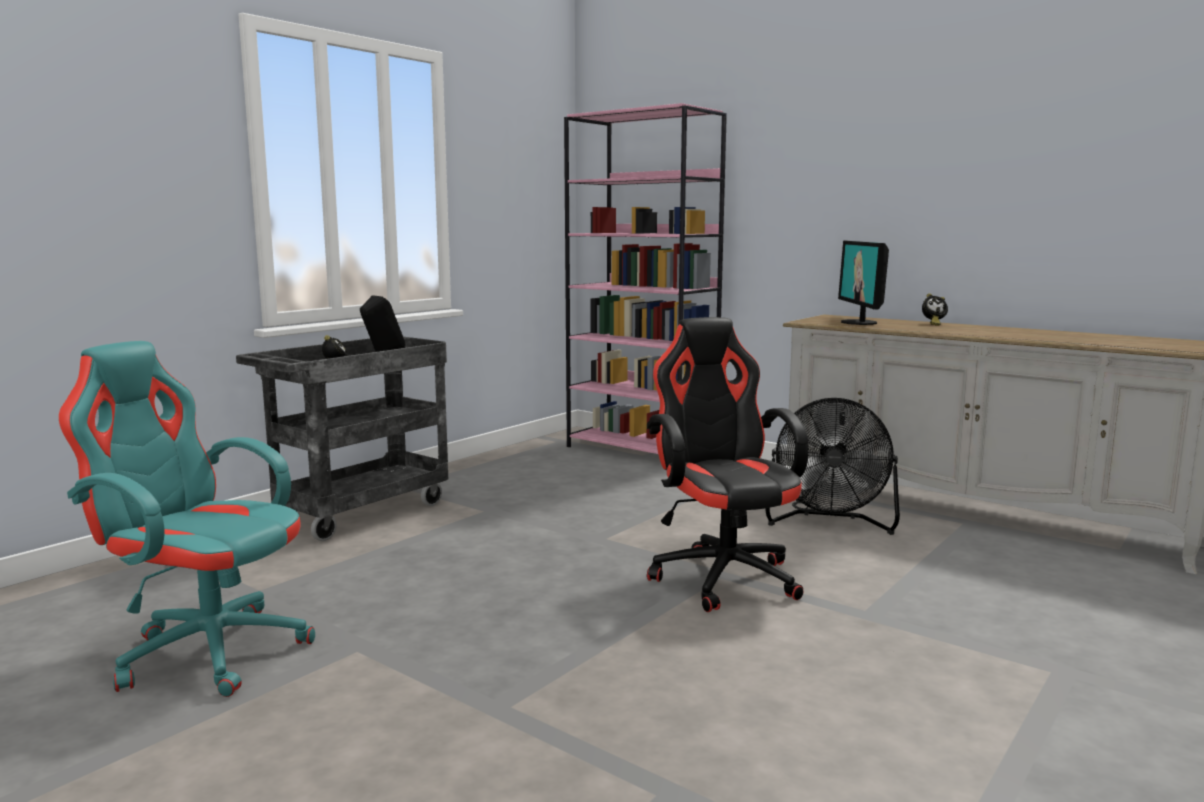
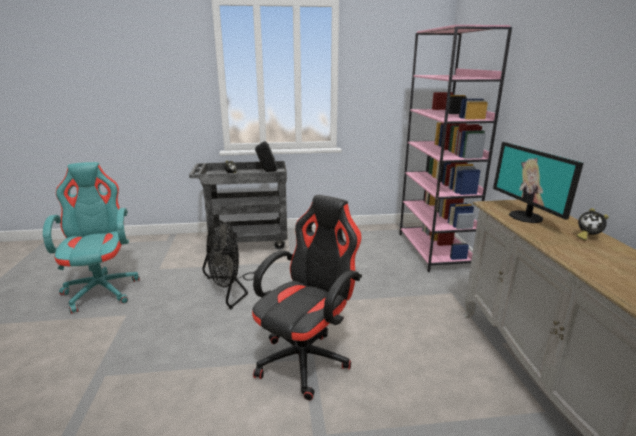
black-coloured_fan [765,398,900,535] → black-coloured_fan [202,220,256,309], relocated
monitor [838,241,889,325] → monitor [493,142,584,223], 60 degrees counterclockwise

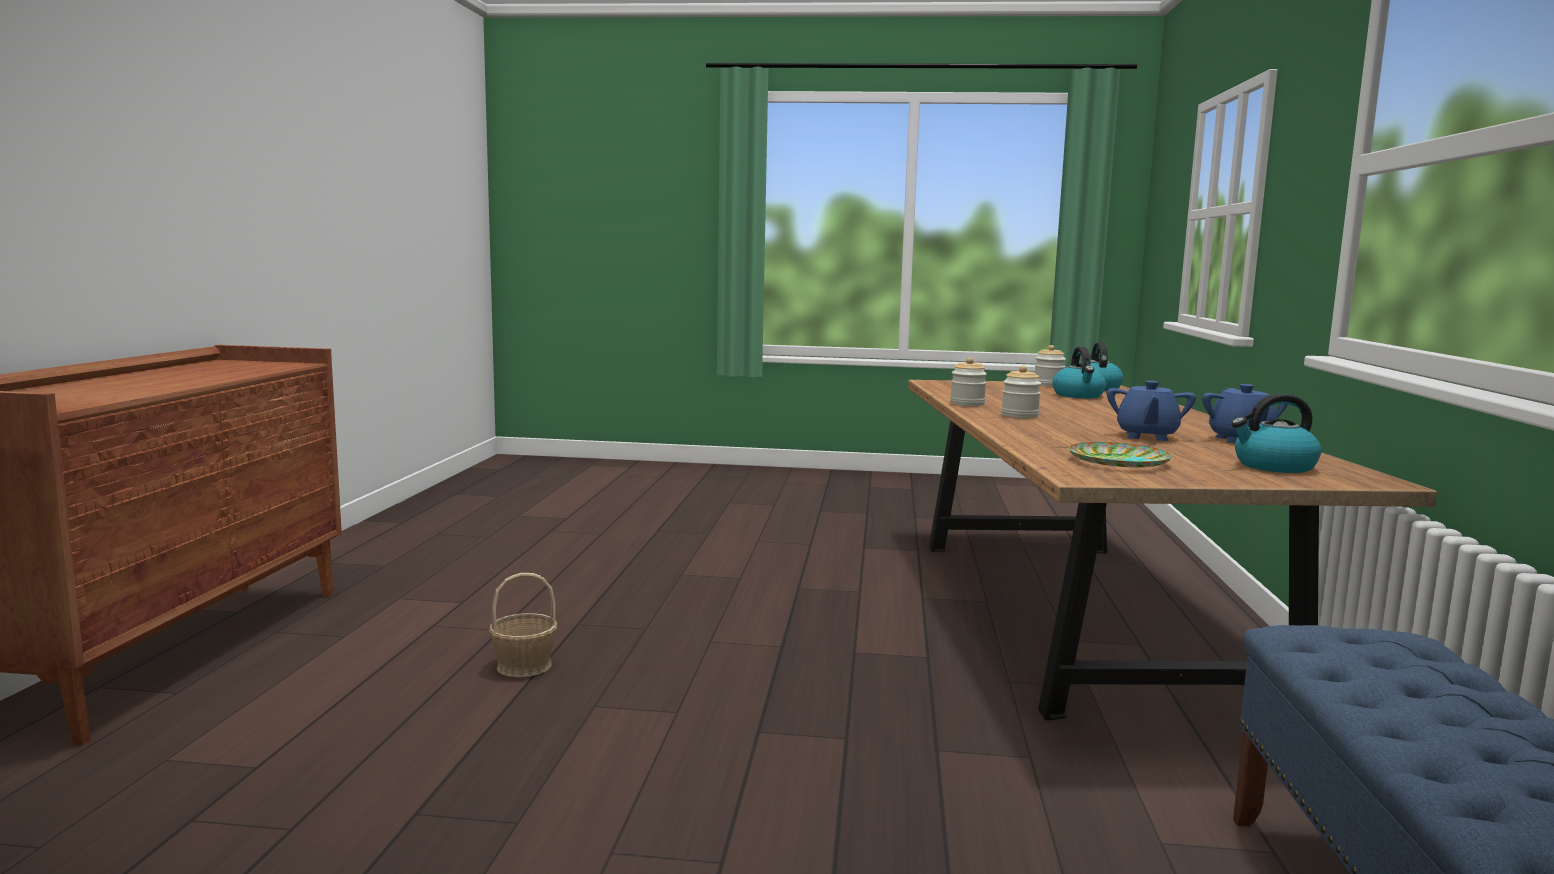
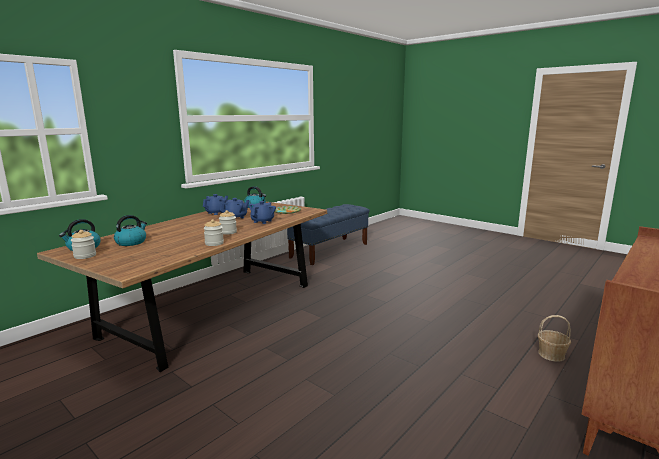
- → blue_pot_for_tea [249,201,276,224]
basket [489,573,557,677] → basket [538,315,571,362], relocated

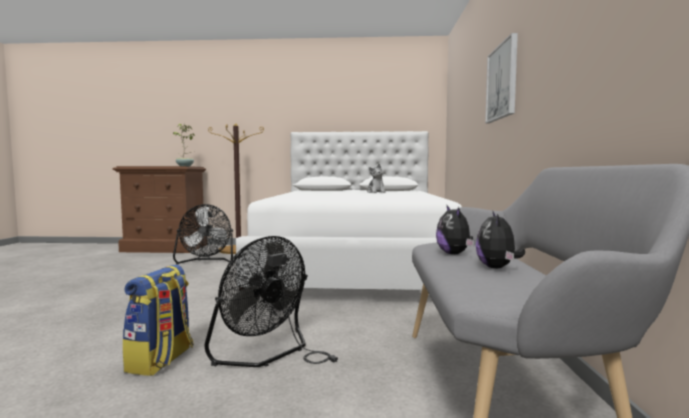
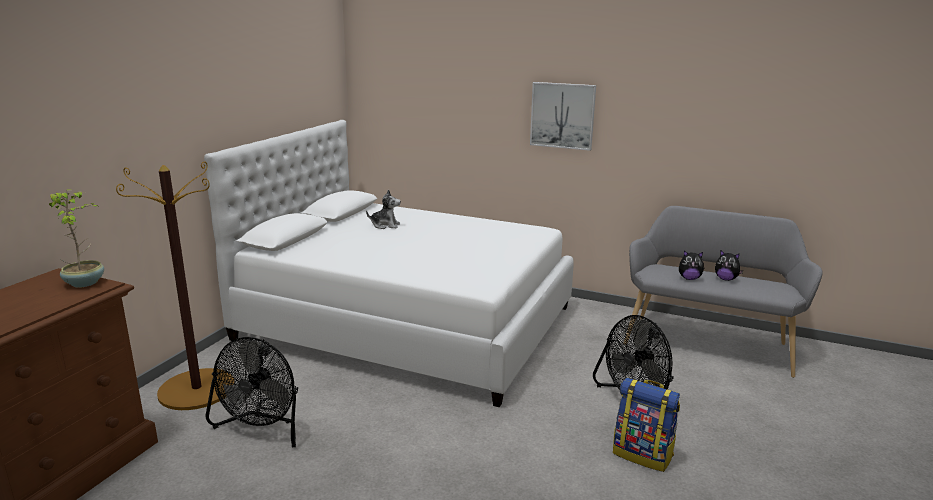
black-coloured_fan [173,204,233,265] → black-coloured_fan [205,337,298,447], 90 degrees clockwise

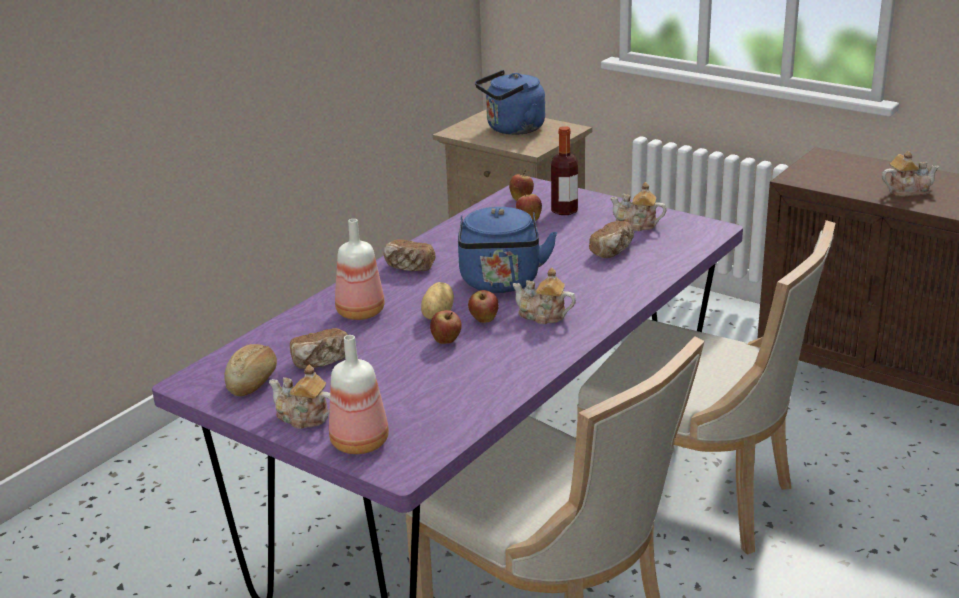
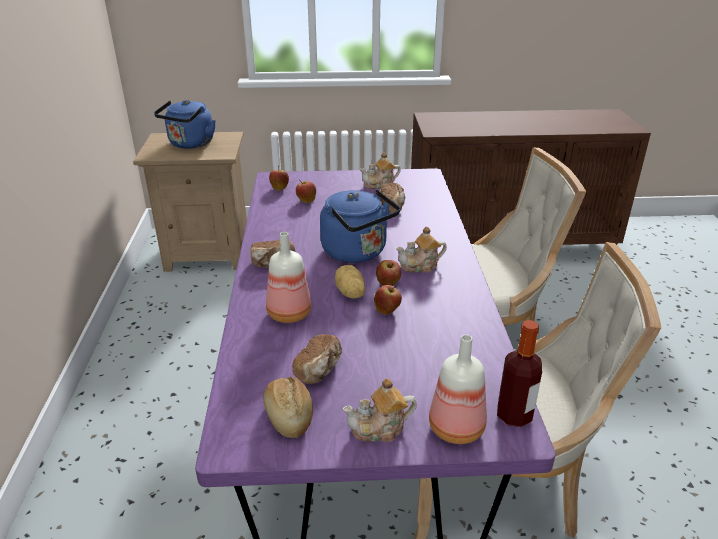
pot_for_tea [882,151,939,196] → -
drink_bottle [551,126,578,215] → drink_bottle [497,320,542,427], relocated

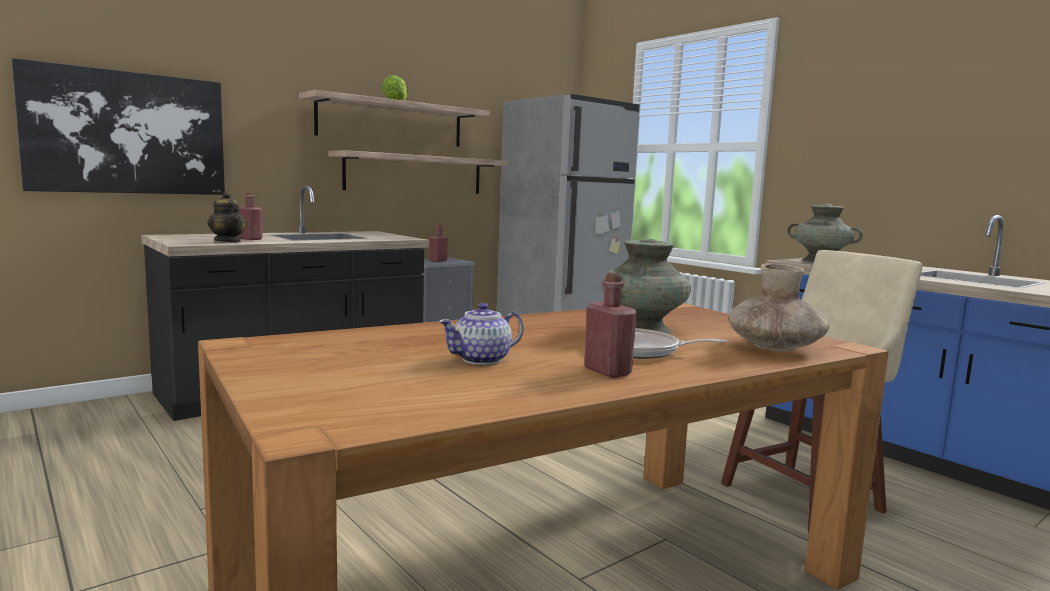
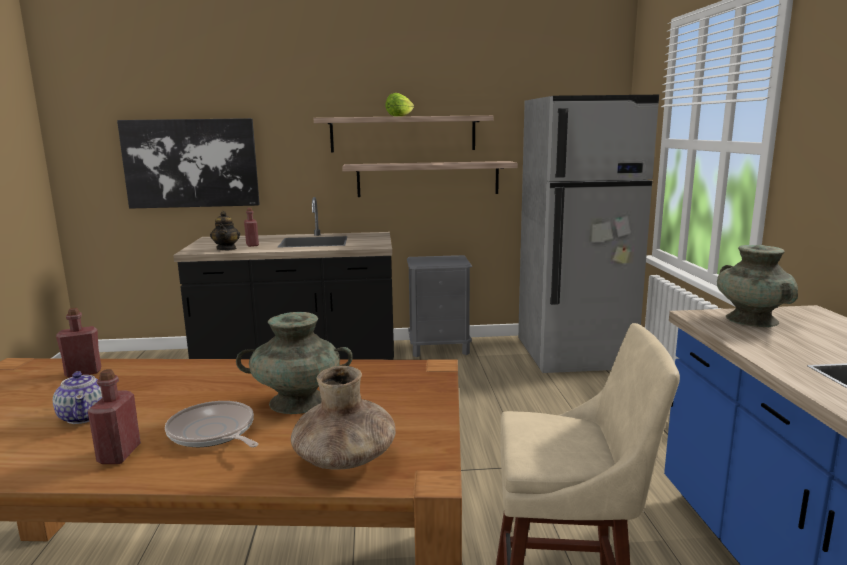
reddish_drink_bottle [429,224,448,262] → reddish_drink_bottle [56,308,101,378], relocated
pot_for_tea [438,303,524,365] → pot_for_tea [53,371,102,424], 120 degrees counterclockwise

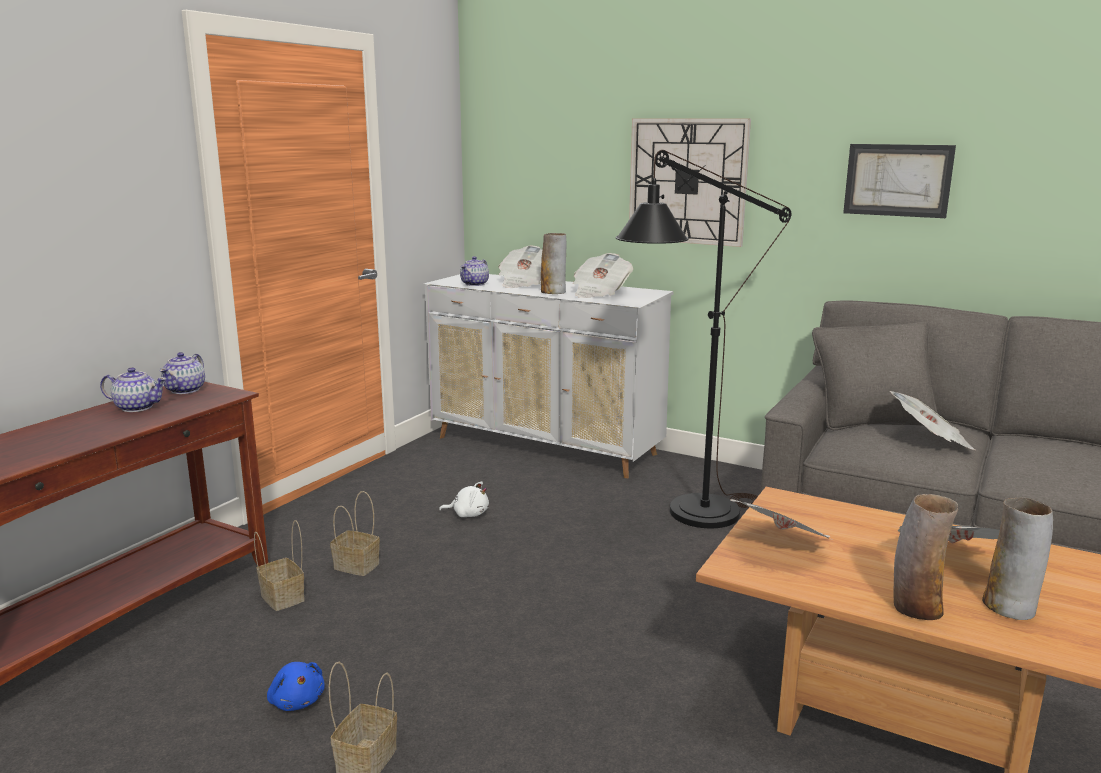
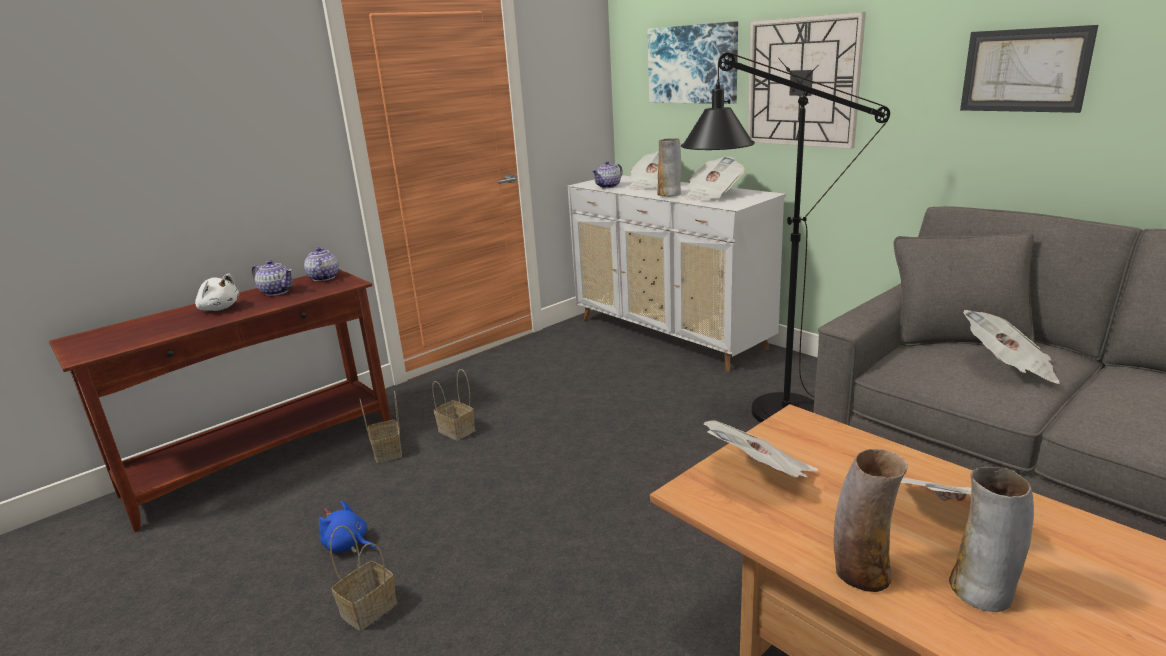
- → wall_art [647,21,738,104]
white_plush_toy [439,482,489,517] → white_plush_toy [195,274,239,311], relocated
pot_for_tea [159,352,205,394] → pot_for_tea [304,247,339,281], 135 degrees clockwise
blue_plush_toy [267,662,325,711] → blue_plush_toy [319,501,376,553], 135 degrees clockwise

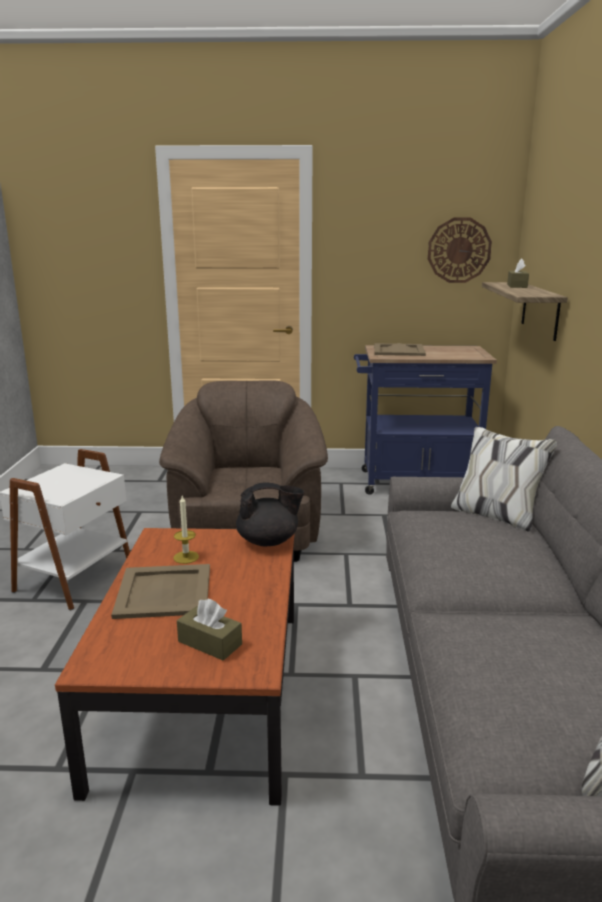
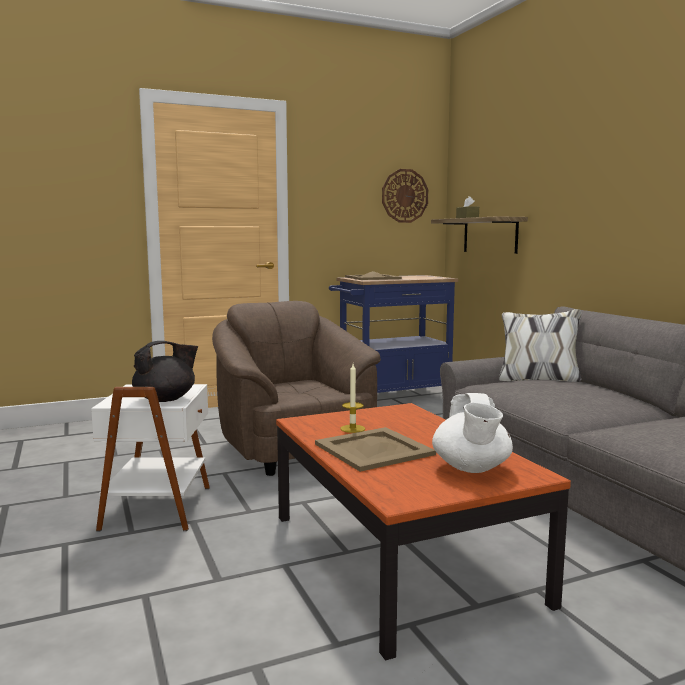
black-coloured_pot_for_tea [236,482,304,546] → black-coloured_pot_for_tea [132,341,198,402], relocated
brown-coloured_box_of_tissues [177,599,242,661] → white_pot_for_tea [432,393,513,473]

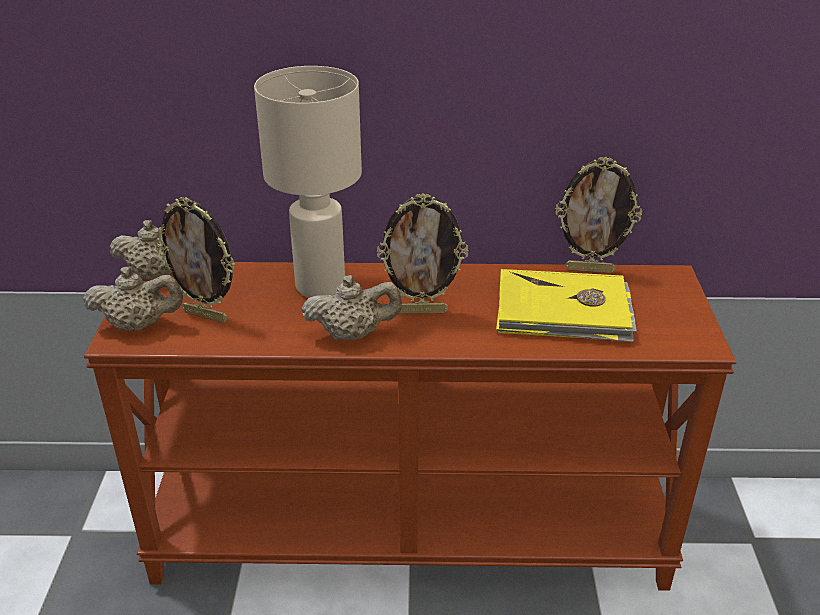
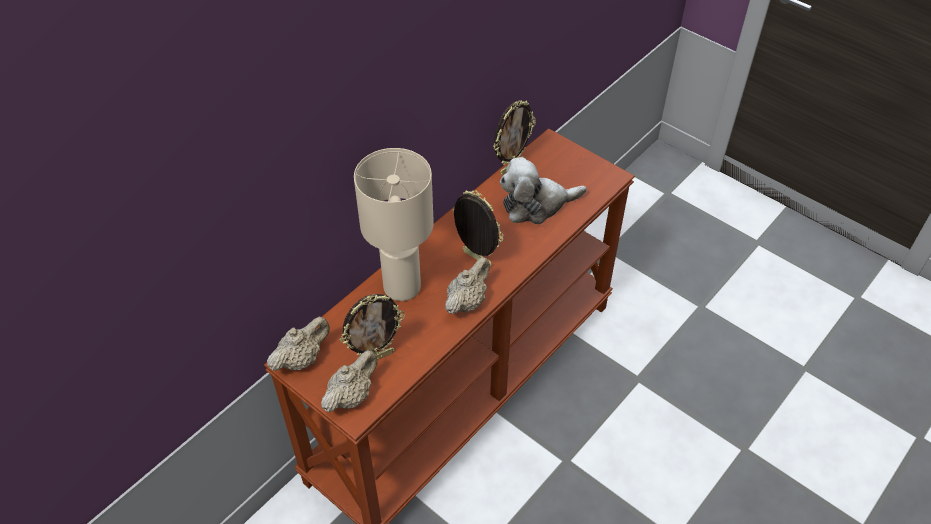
yellow_volume [496,269,637,342] → plush_toy [500,157,587,224]
picture_frame [377,193,469,314] → picture_frame [453,190,504,267], 90 degrees counterclockwise

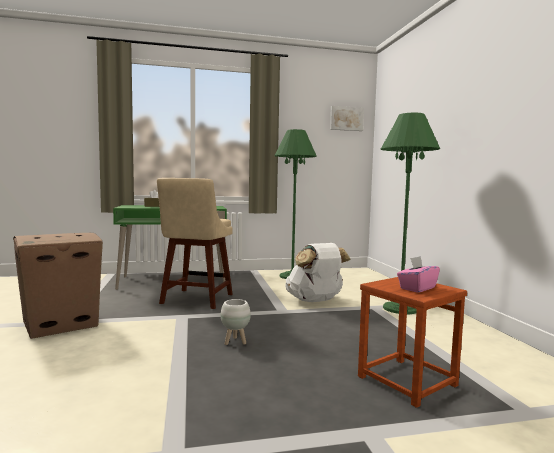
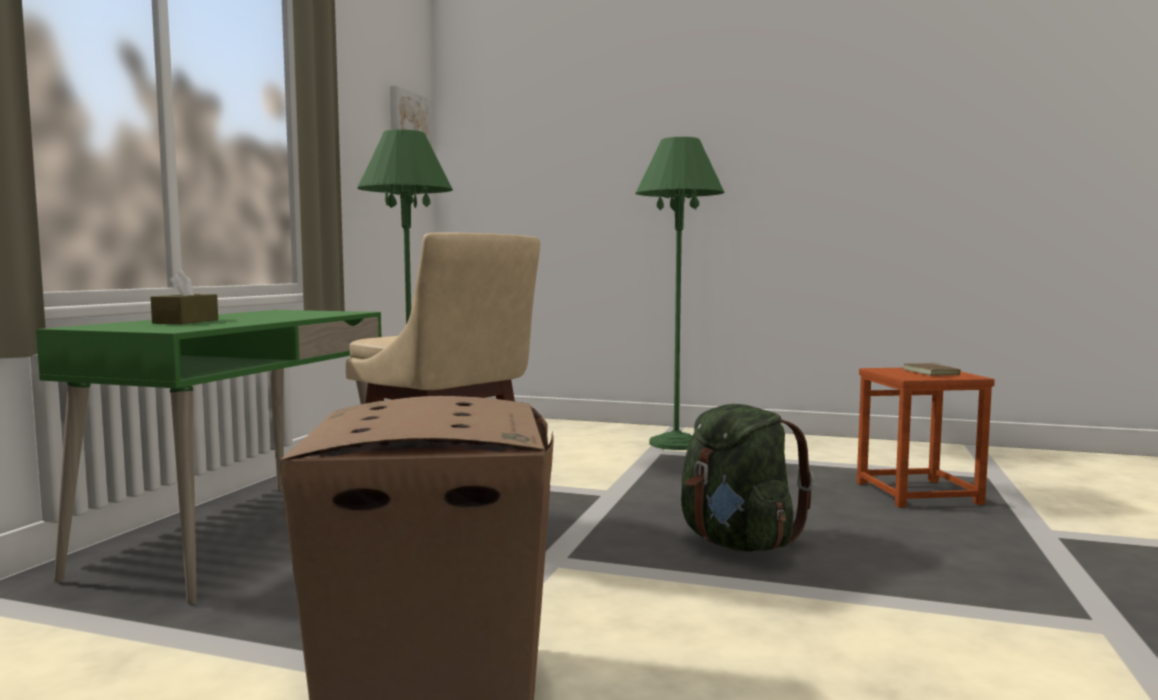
white_rucksack [285,243,350,302] → -
white_plant_pot [221,299,251,345] → greenish_rucksack [681,404,814,552]
pink-coloured_box_of_tissues [397,256,440,293] → brown-coloured_volume [903,363,961,376]

